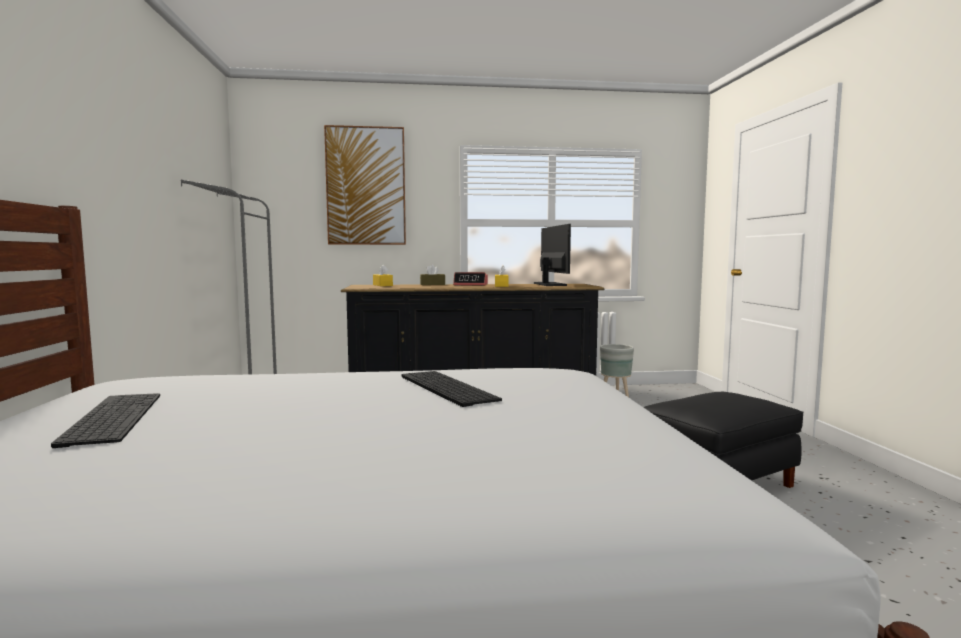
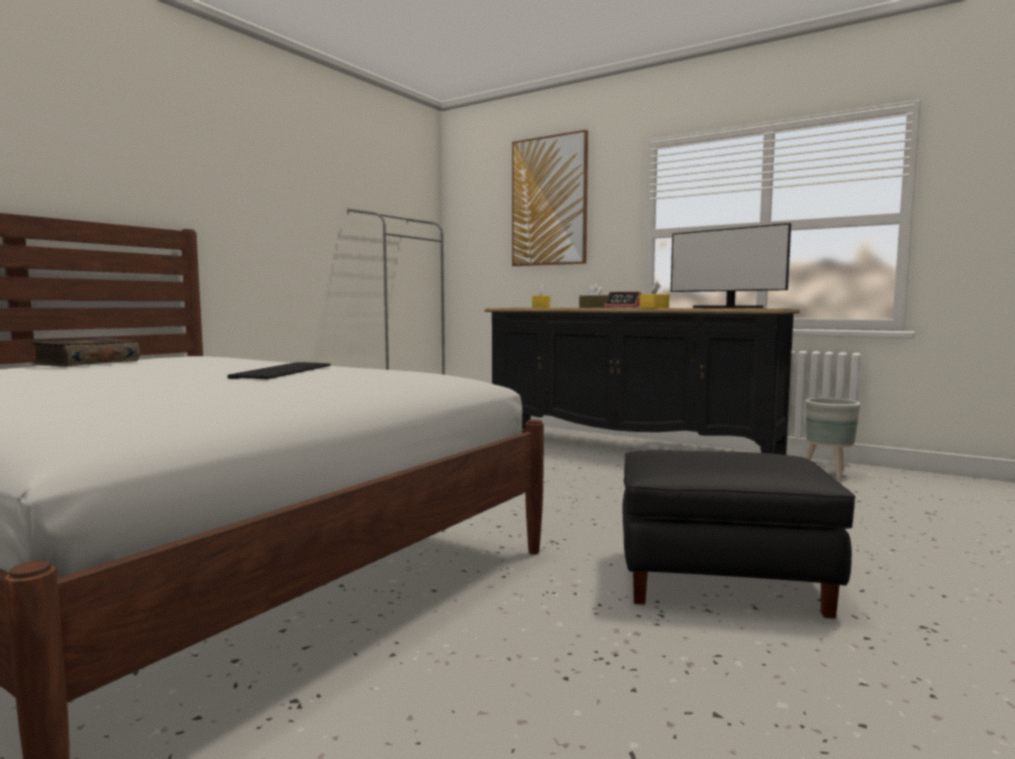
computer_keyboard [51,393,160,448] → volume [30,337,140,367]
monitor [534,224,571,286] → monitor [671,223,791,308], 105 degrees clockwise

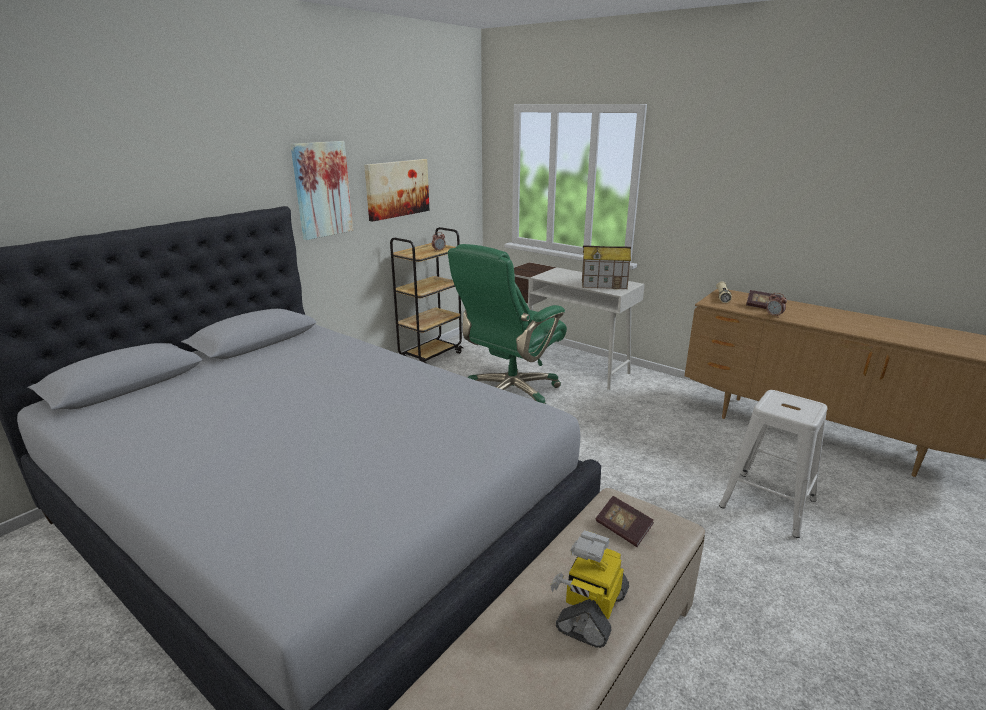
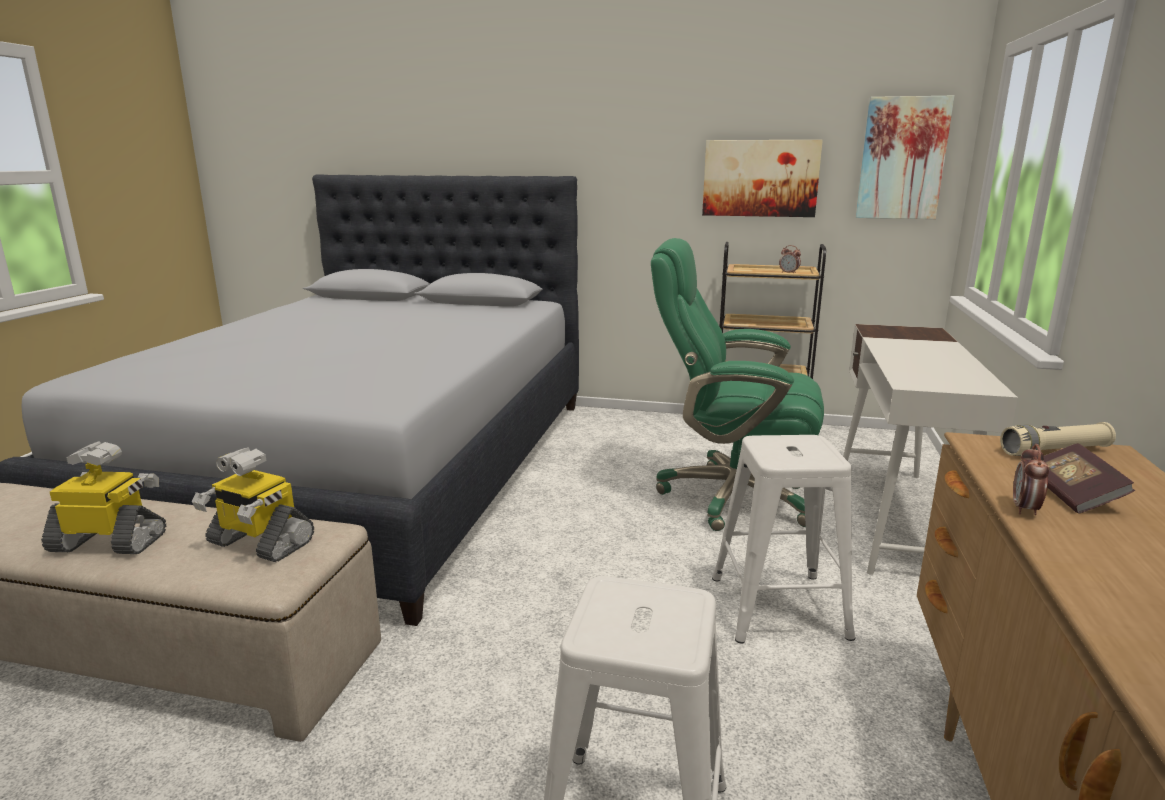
toy_house [582,245,631,289] → -
- → white_sitting_stool [712,435,856,643]
wall_art [290,141,353,240] → wall_art [856,95,954,219], relocated
volume [596,496,654,547] → toy_robot [192,447,314,562]

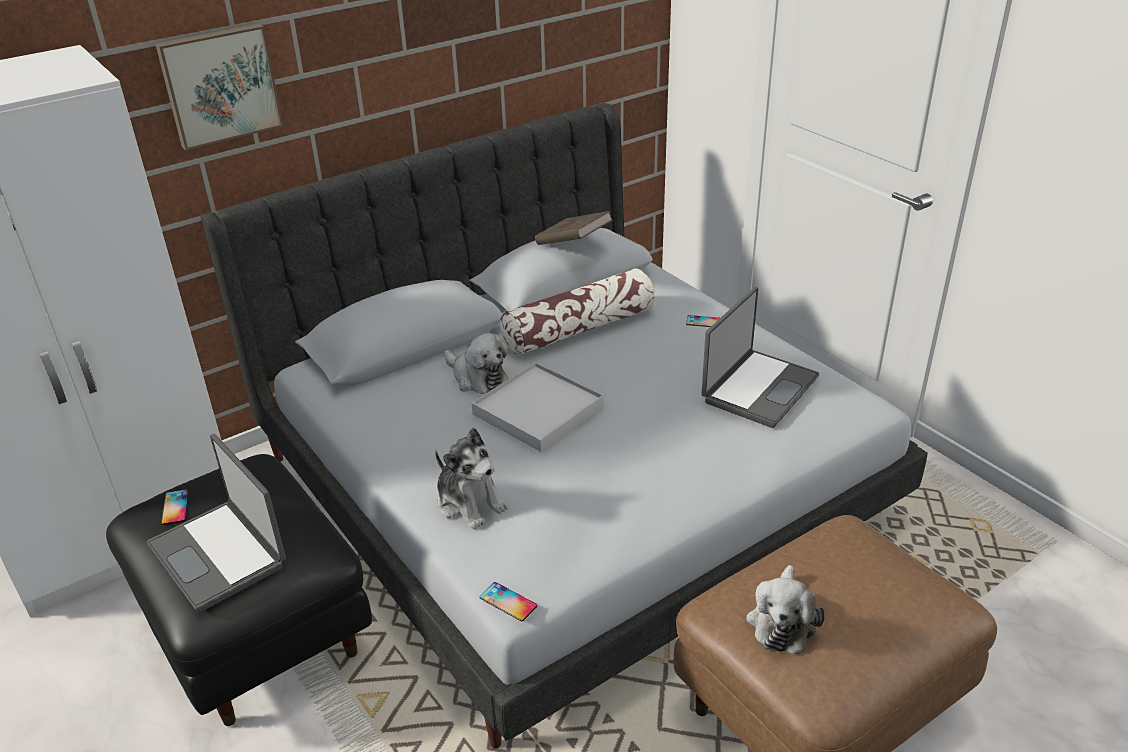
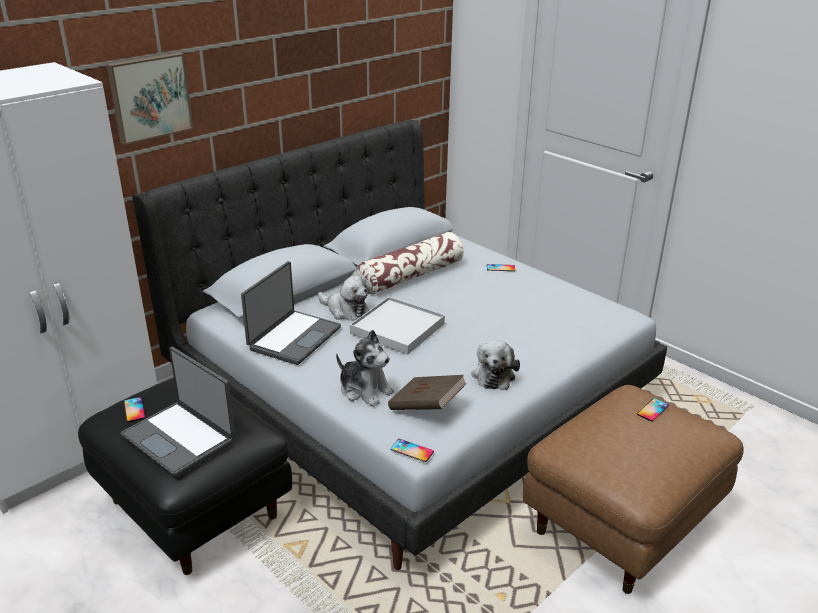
- → phone [637,398,669,422]
brown-coloured_volume [535,211,613,245] → brown-coloured_volume [388,375,467,410], relocated
portable_computer [701,287,819,428] → portable_computer [241,261,341,365], relocated
plush_toy [746,565,825,654] → plush_toy [472,340,520,390], relocated

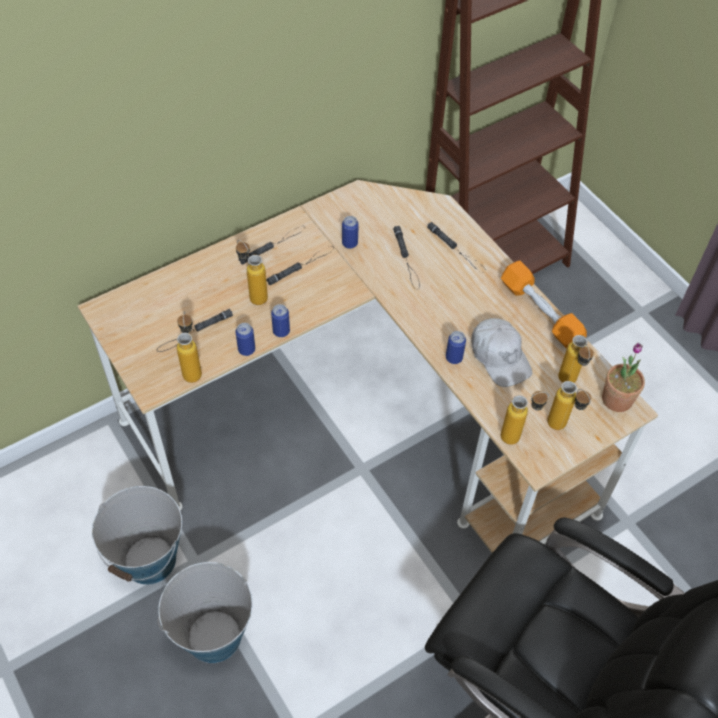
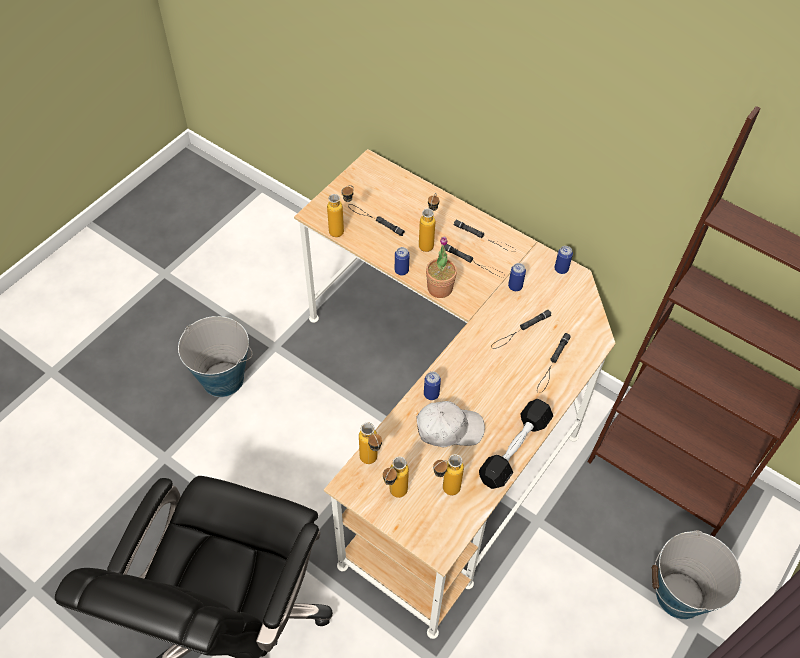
water_bucket [92,486,182,585] → water_bucket [651,531,742,619], relocated
metal_can [236,323,255,356] → metal_can [554,246,573,274], relocated
potted_plant [602,342,645,412] → potted_plant [426,237,457,298], relocated
orange_free_weight [501,260,587,349] → black-coloured_free_weight [479,399,553,489]
white_baseball_cap [471,318,532,387] → white_baseball_cap [416,401,485,447], 135 degrees counterclockwise

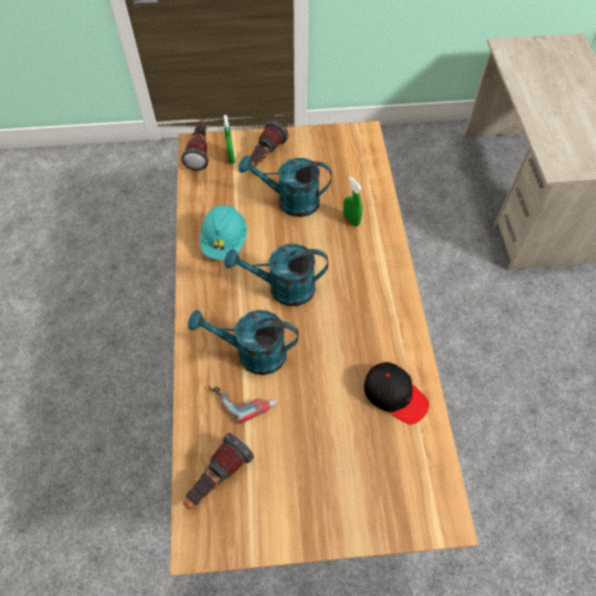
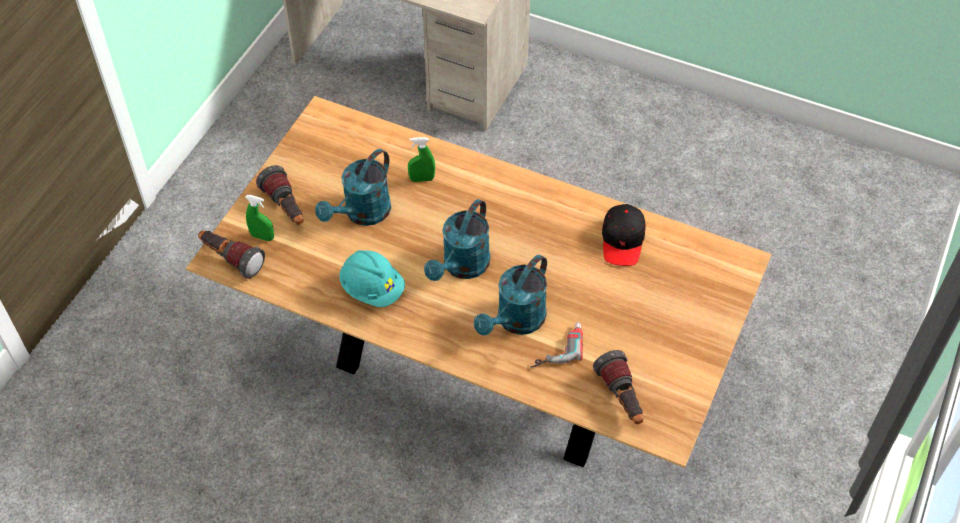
black-coloured_baseball_cap [364,362,429,425] → black-coloured_baseball_cap [602,204,645,266], 120 degrees clockwise

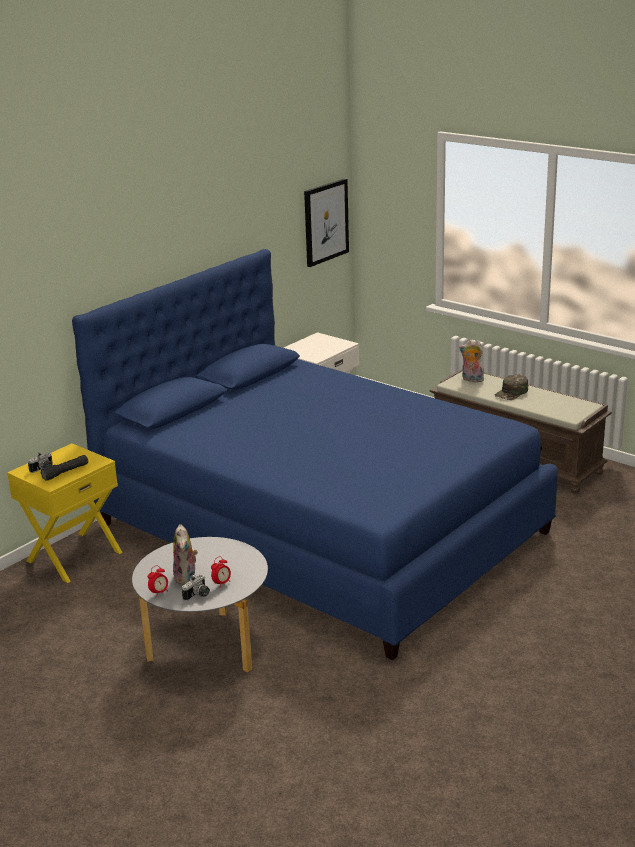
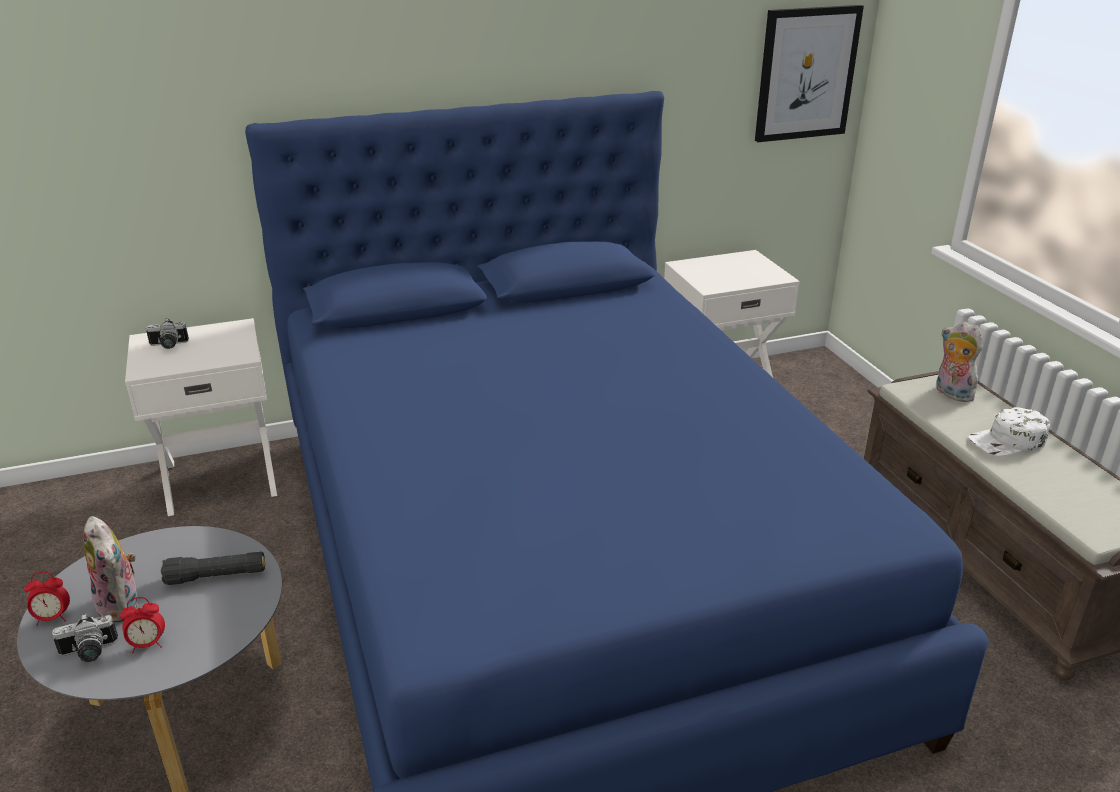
black-coloured_hand_torch [41,455,88,481] → black-coloured_hand_torch [161,552,265,585], relocated
yellow_night_table [7,443,123,583] → white_night_table [125,318,277,516]
greenish_baseball_cap [494,375,528,400] → white_baseball_cap [968,407,1050,456]
plush_toy [173,524,198,585] → plush_toy [83,516,138,622], 60 degrees counterclockwise

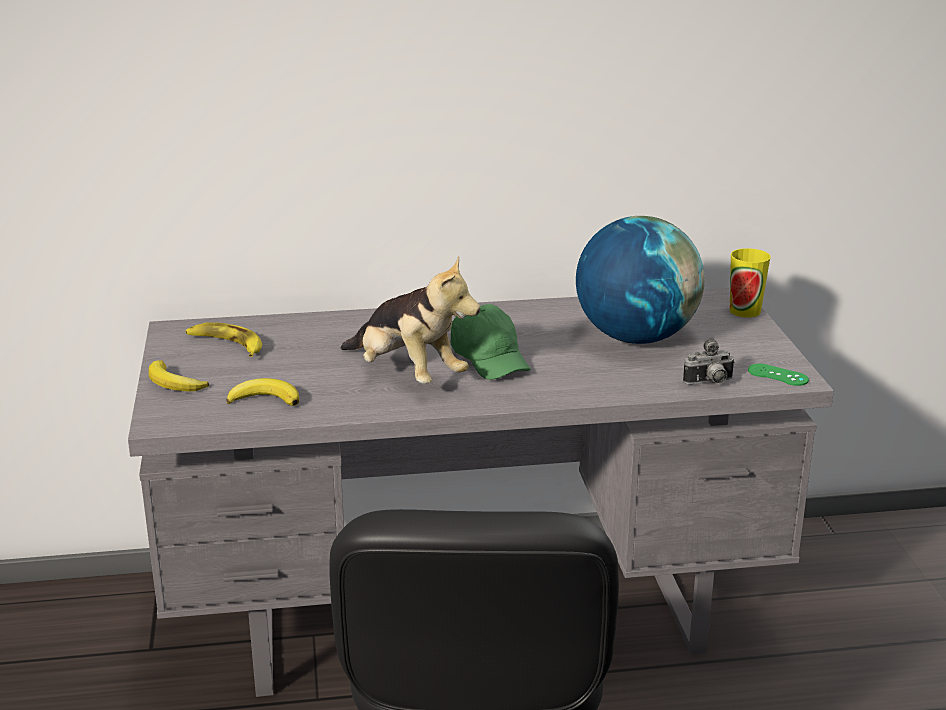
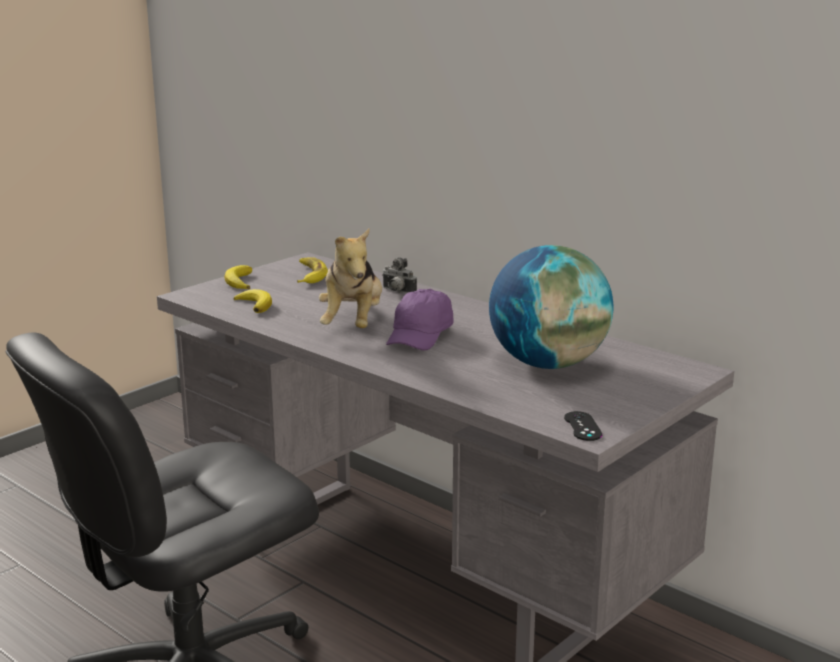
drinking_cup [730,248,771,318] → -
still_camera [683,337,735,385] → still_camera [382,257,417,293], relocated
greenish_baseball_cap [450,304,531,380] → purplish_baseball_cap [386,289,454,351]
greenish_gamepad [748,364,809,386] → black-coloured_gamepad [564,411,602,441]

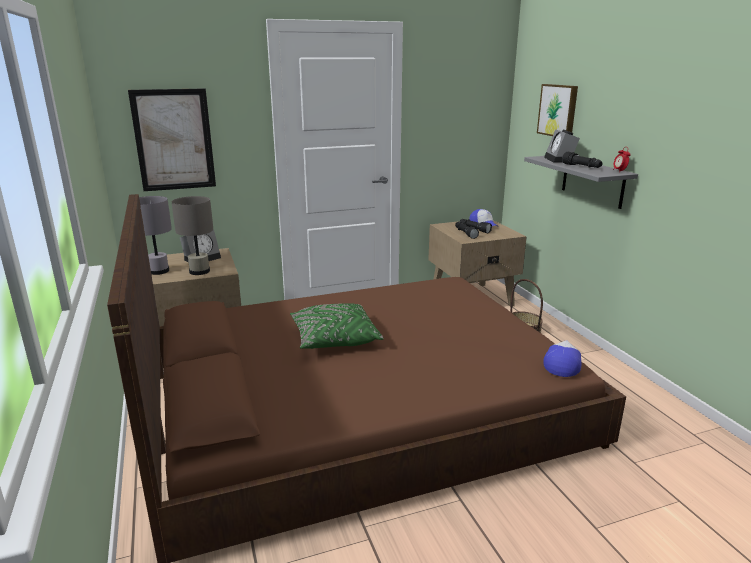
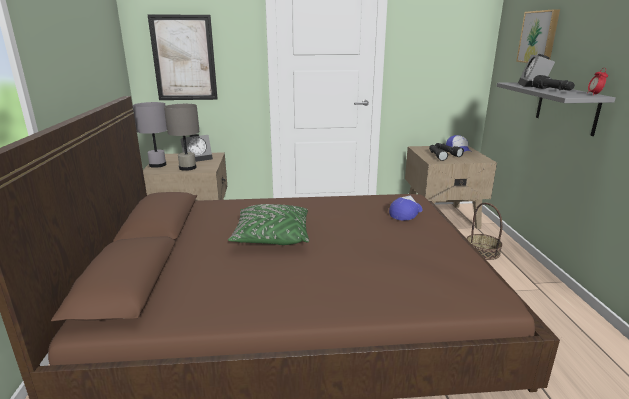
baseball_cap [543,340,581,377] → baseball_cap [389,196,423,220], relocated

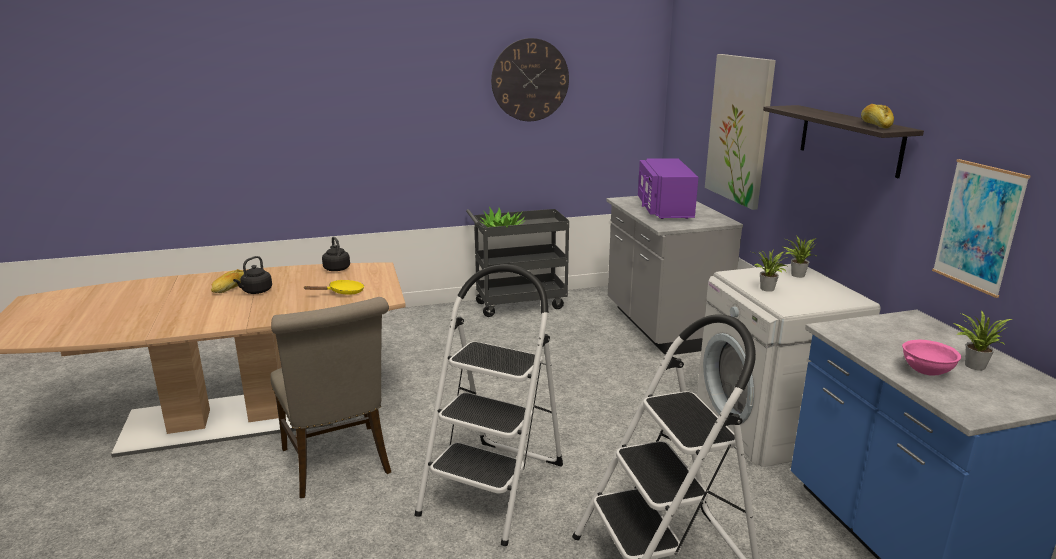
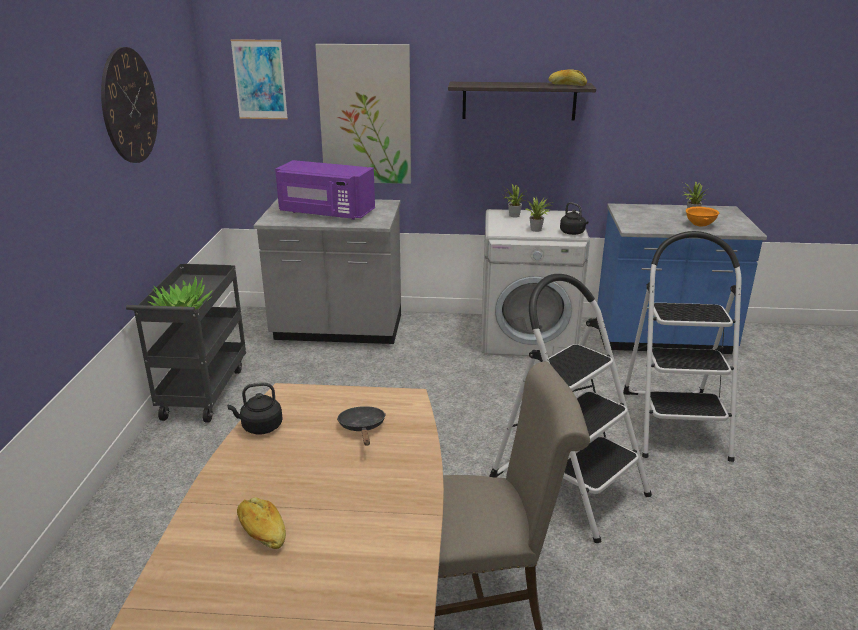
black-coloured_kettle [233,256,272,294] → black-coloured_kettle [560,202,588,235], relocated
wall_art [932,159,1030,298] → wall_art [231,39,288,119], relocated
yellow_frying_pan [303,280,364,295] → black-coloured_frying_pan [337,406,386,446]
pink-coloured_serving_bowl [902,340,961,376] → orange_serving_bowl [686,207,719,227]

